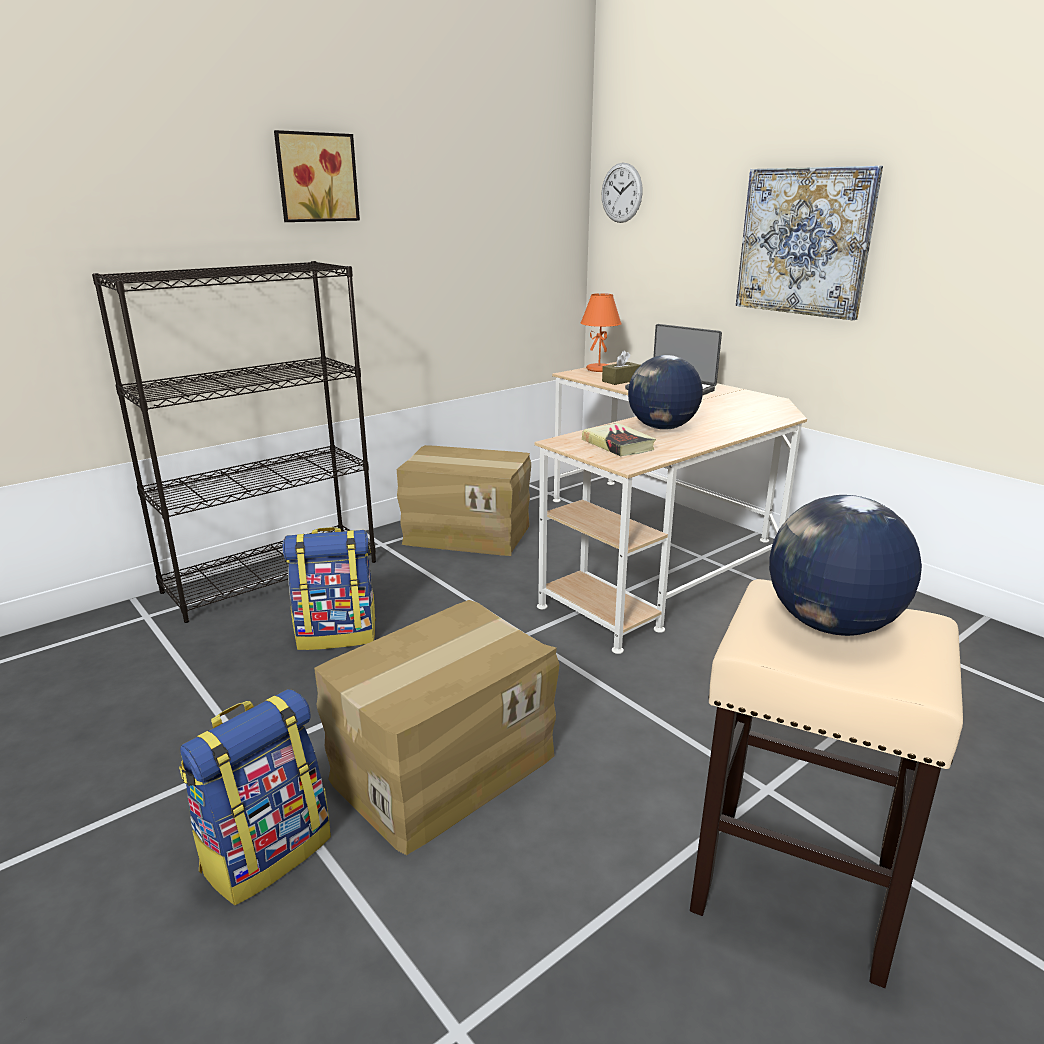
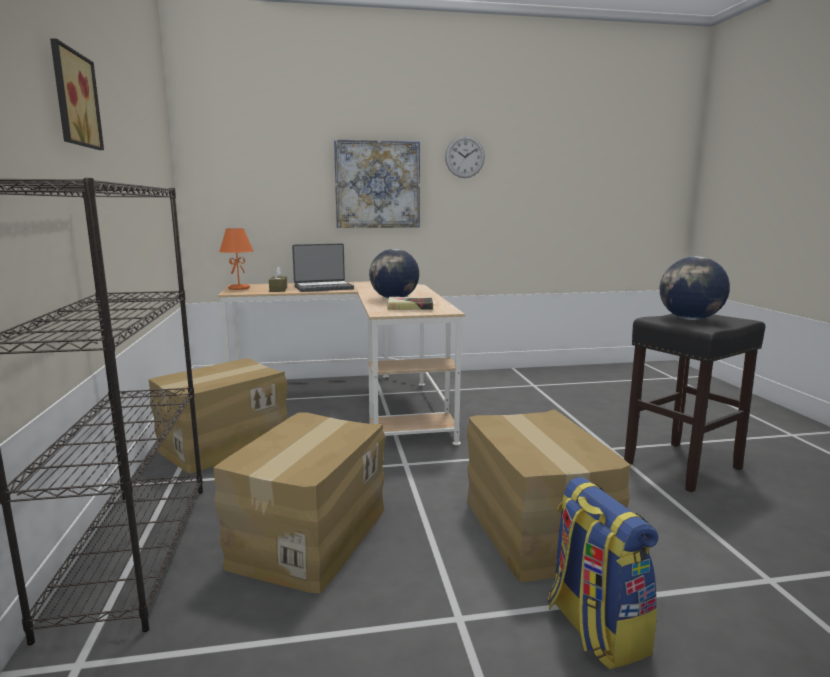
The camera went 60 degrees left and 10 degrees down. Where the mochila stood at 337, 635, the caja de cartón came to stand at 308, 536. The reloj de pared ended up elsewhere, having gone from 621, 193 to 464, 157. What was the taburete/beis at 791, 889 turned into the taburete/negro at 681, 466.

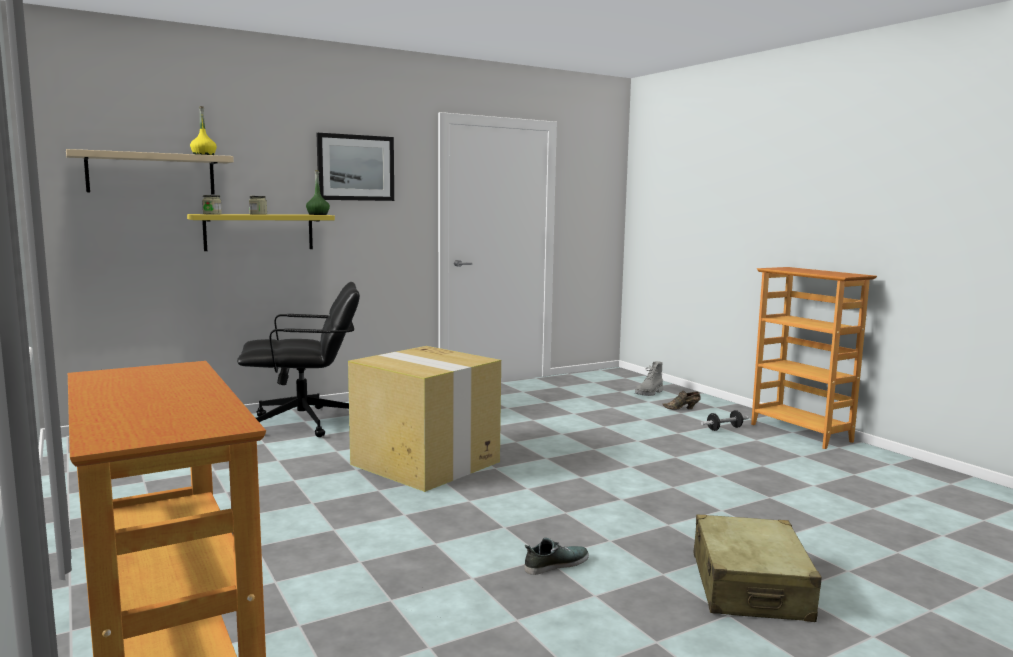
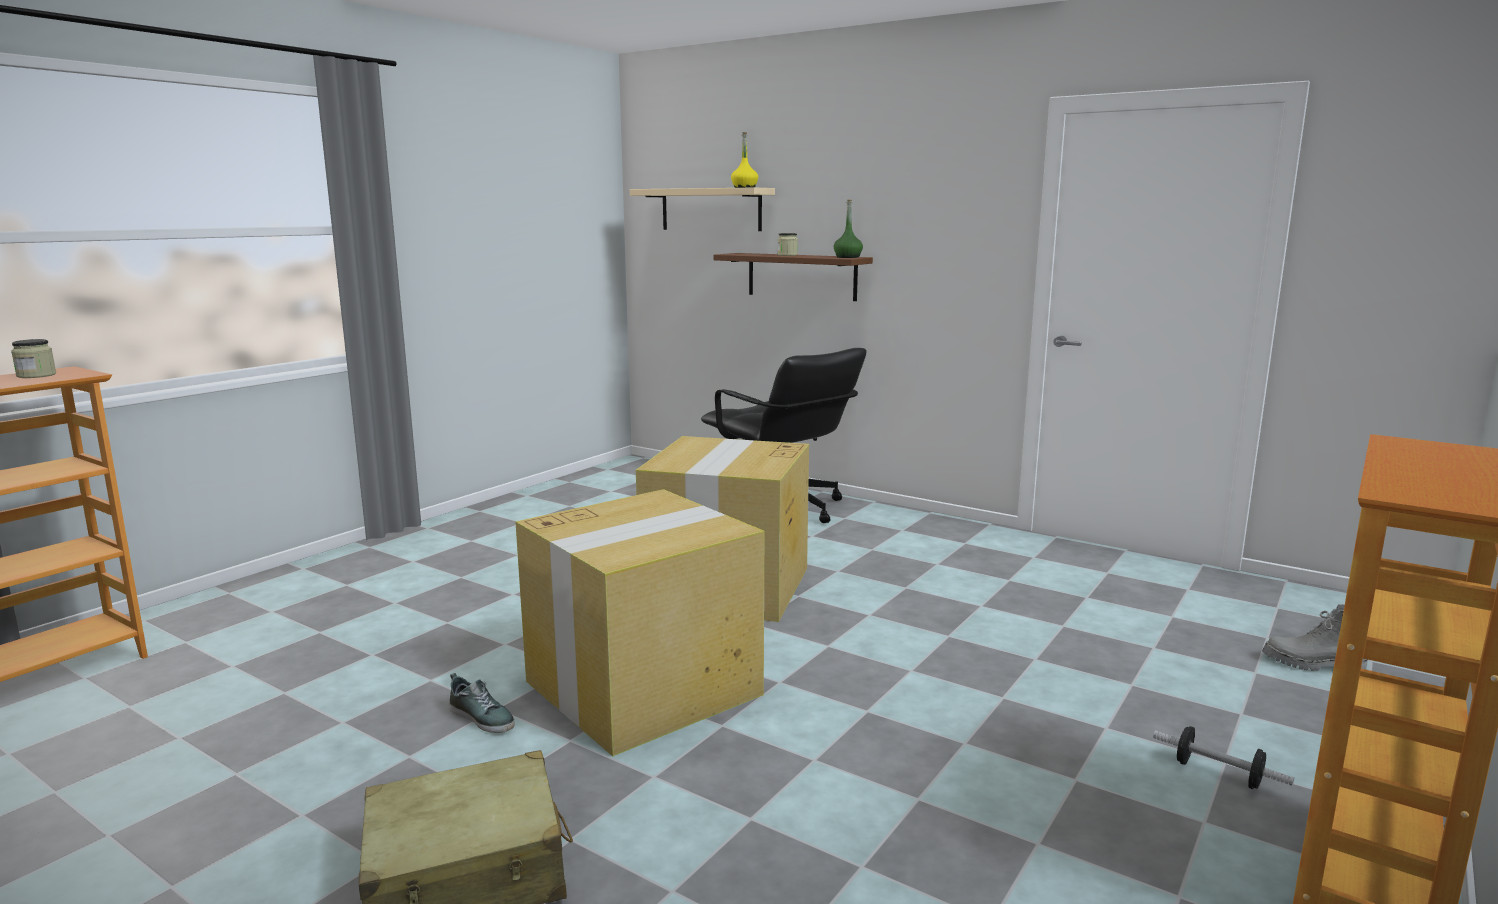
The camera went 65 degrees right and 5 degrees up. The tarro ended up elsewhere, having gone from 212, 214 to 36, 375. The second view gained the caja de cartón at 645, 687. What was the estante/amarillo at 259, 232 turned into the estante/marrón at 801, 276. The second view lost the cuadro at 355, 168. The second view lost the zapato/marrón at 682, 408.

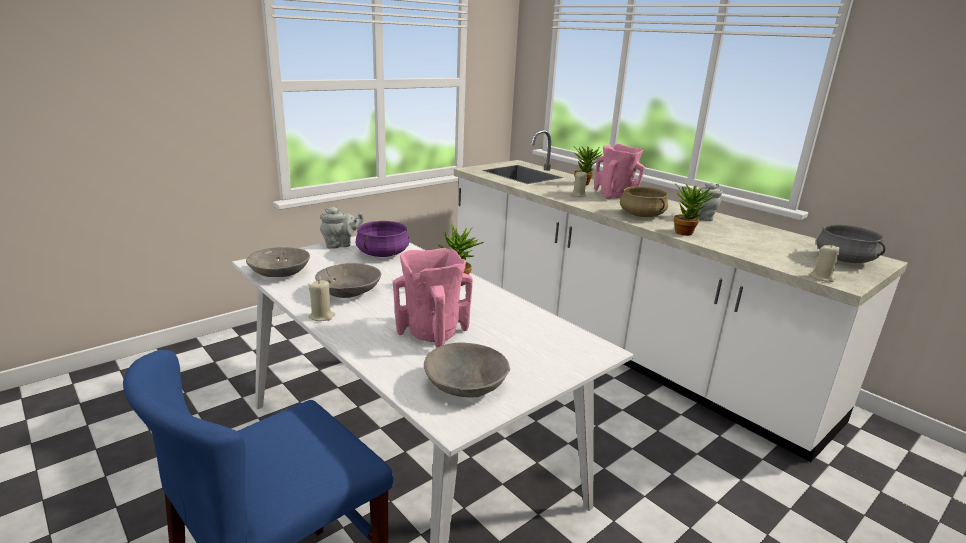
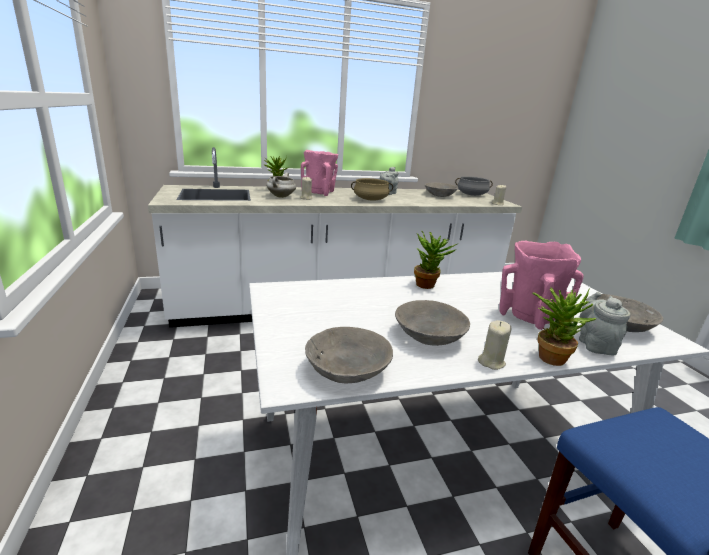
The camera went 65 degrees left and 0 degrees up. The second view gained the olla/blanco at 281, 196. The second view gained the cuenco/gris at 439, 195. The planta en maceta ended up elsewhere, having gone from 686, 232 to 549, 355. The tetera/gris ended up elsewhere, having gone from 341, 245 to 594, 344. The second view lost the olla/morado at 382, 253.

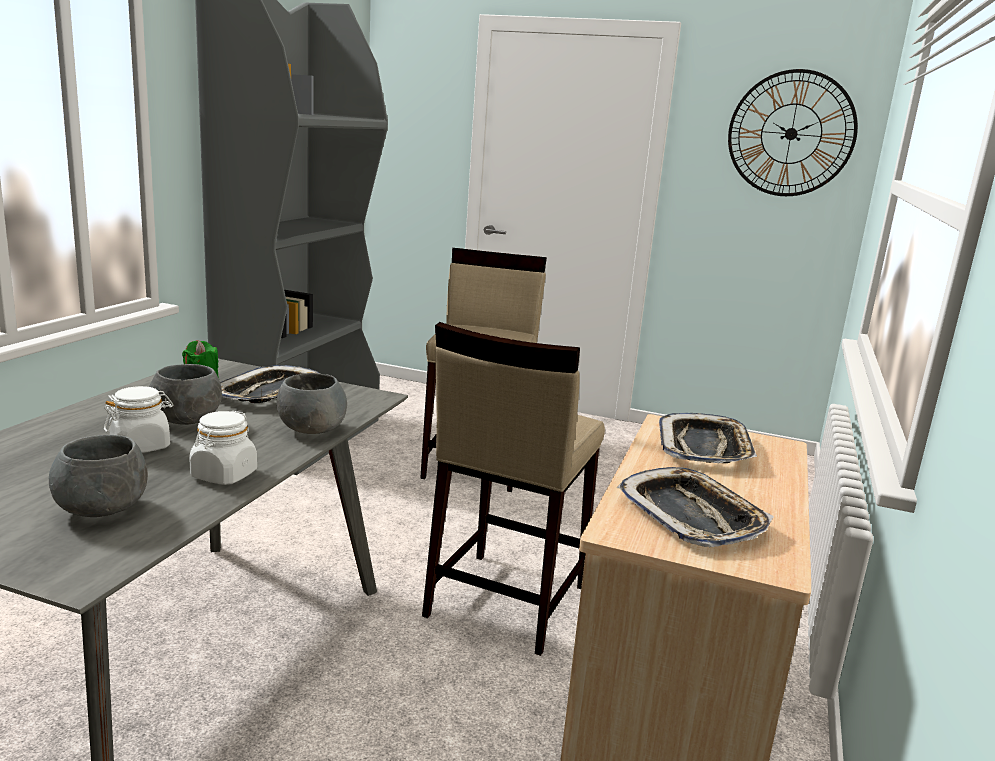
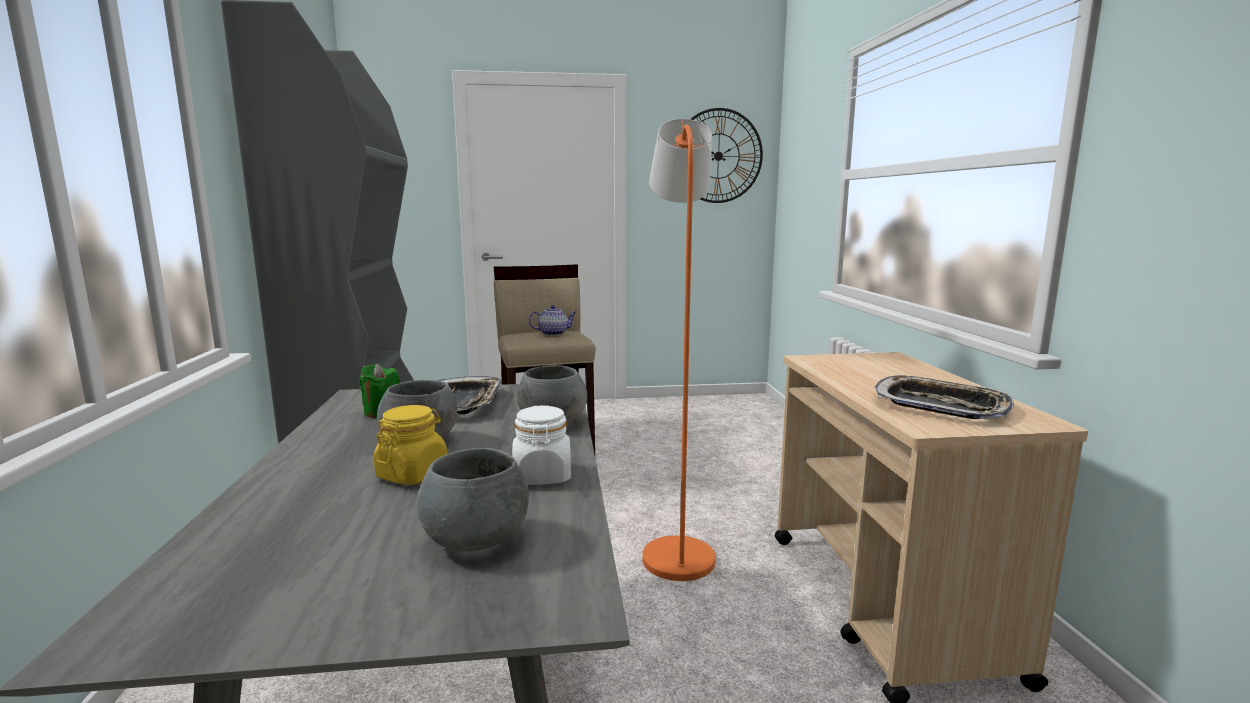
The camera went 25 degrees left and 5 degrees down. What was the tarro/blanco at 141, 446 turned into the tarro/amarillo at 413, 474. The second view gained the tetera at 554, 333. Where the taburete/beis stood at 504, 601, the lámpara de pie/naranja came to stand at 676, 552. The second view lost the bandeja at 704, 447.

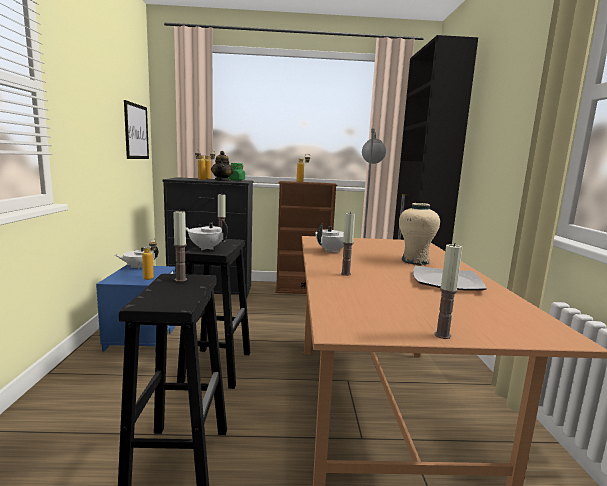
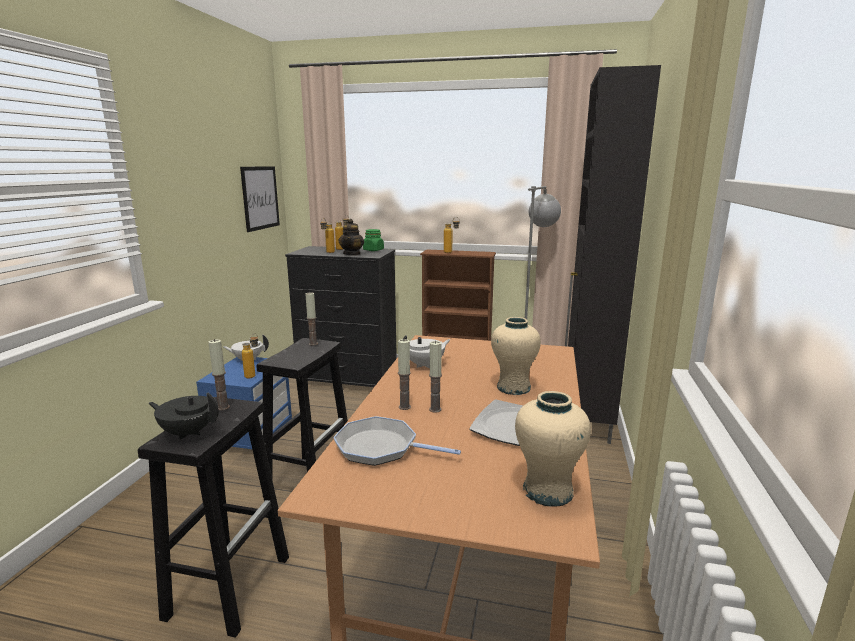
The camera went 15 degrees right and 5 degrees up. The second view gained the tetera/negro at 188, 432. The second view gained the sartén at 381, 448. The vela ended up elsewhere, having gone from 442, 335 to 435, 409. The second view gained the florero/beis at 548, 491. The second view lost the tetera/blanco at 206, 248.

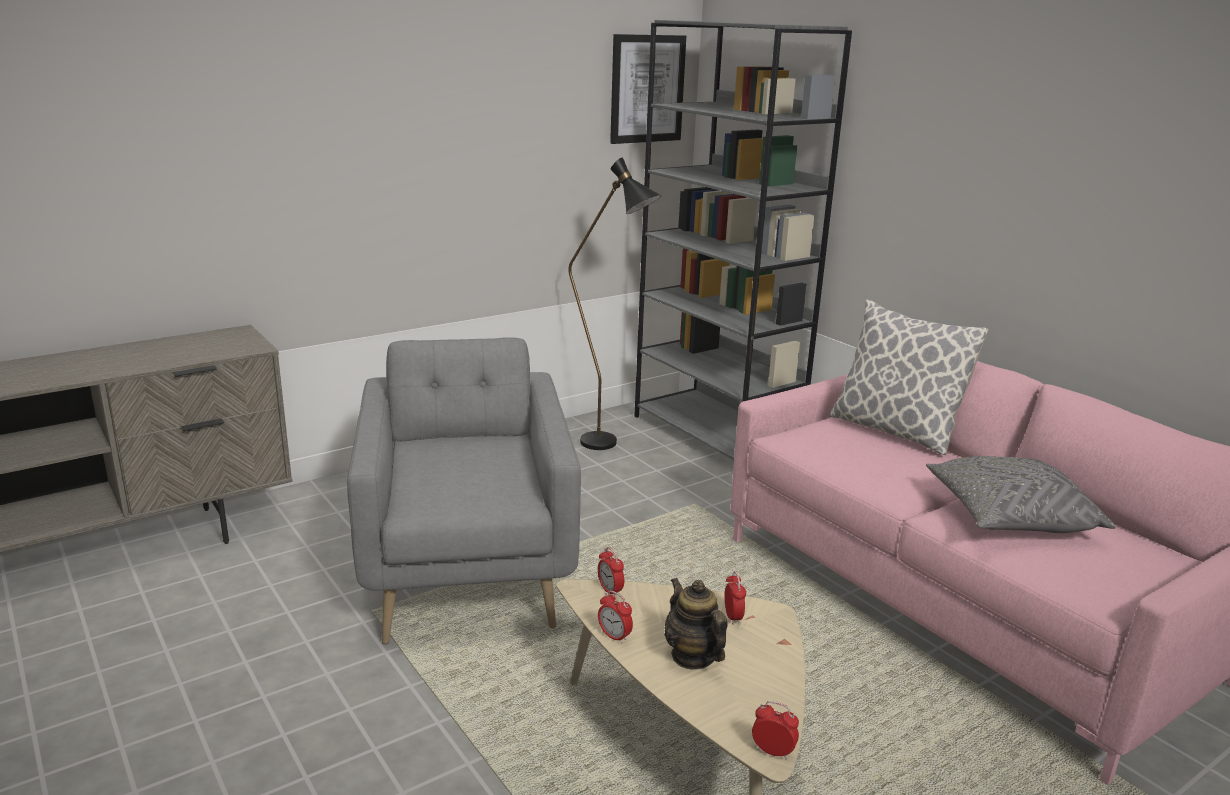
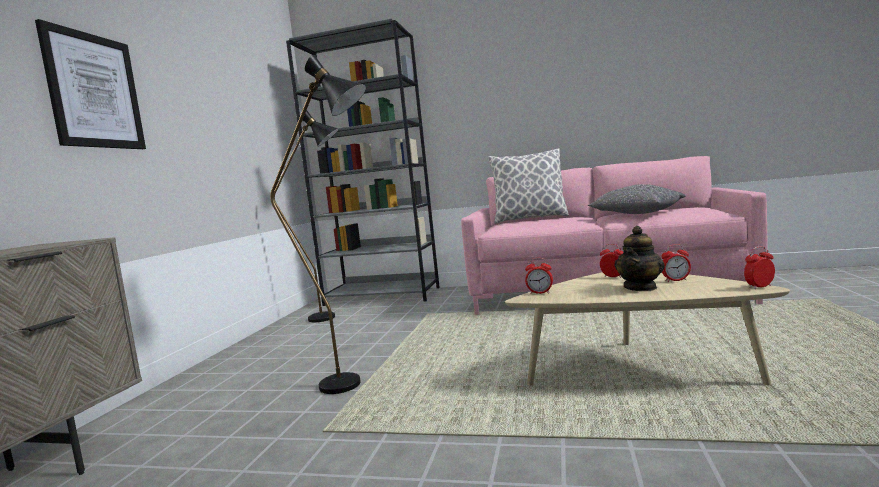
The camera went 40 degrees left and 15 degrees down. The cuadro ended up elsewhere, having gone from 647, 89 to 94, 91. Where the sillón/gris stood at 468, 571, the lámpara de pie/negro came to stand at 355, 384. The tetera at 693, 656 ended up facing another way, 75 degrees counterclockwise from before. The despertador ended up elsewhere, having gone from 614, 636 to 676, 280.

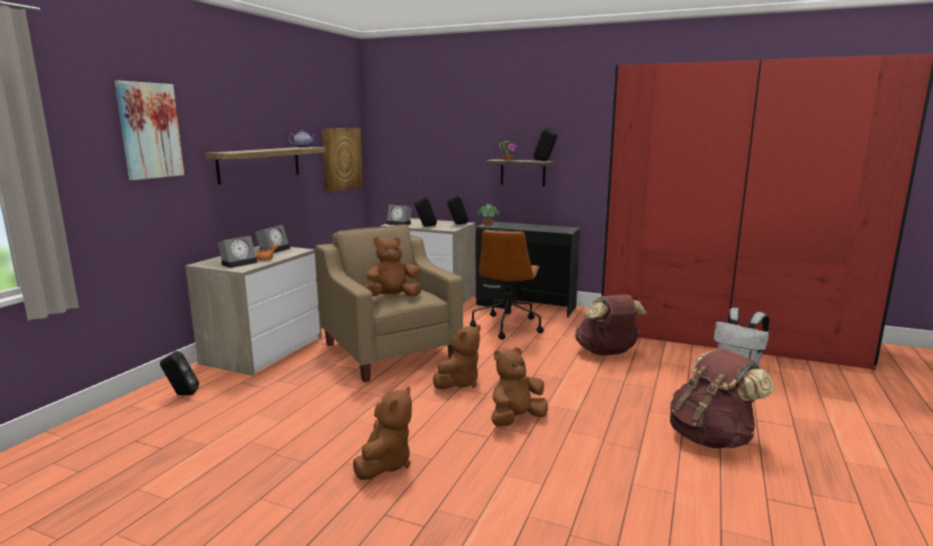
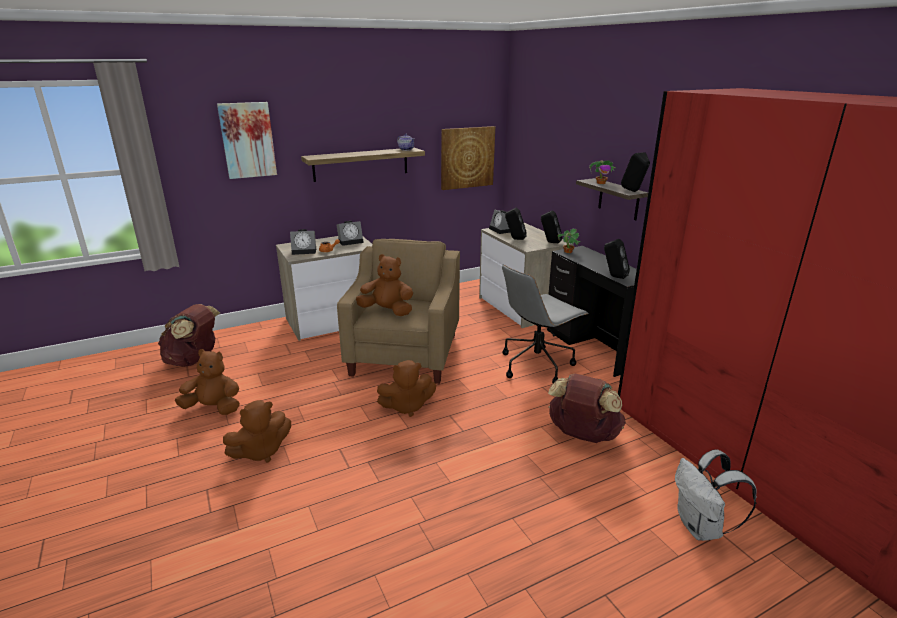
The camera went 40 degrees right and 10 degrees up. The mochila/marrón ended up elsewhere, having gone from 711, 438 to 194, 360. The peluche/marrón ended up elsewhere, having gone from 516, 419 to 213, 408. What was the silla de oficina/marrón at 507, 326 turned into the silla de oficina/gris at 537, 365. The altavoz/negro ended up elsewhere, having gone from 181, 394 to 614, 276.

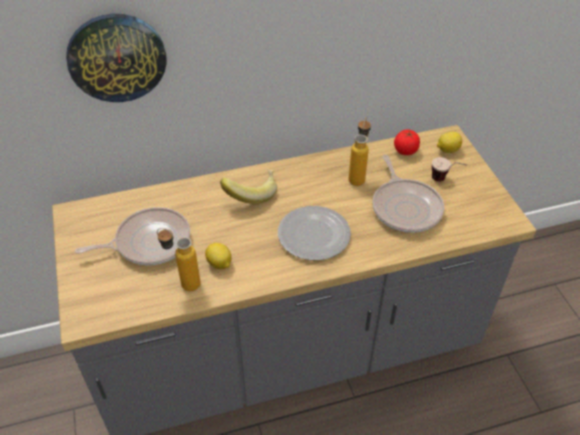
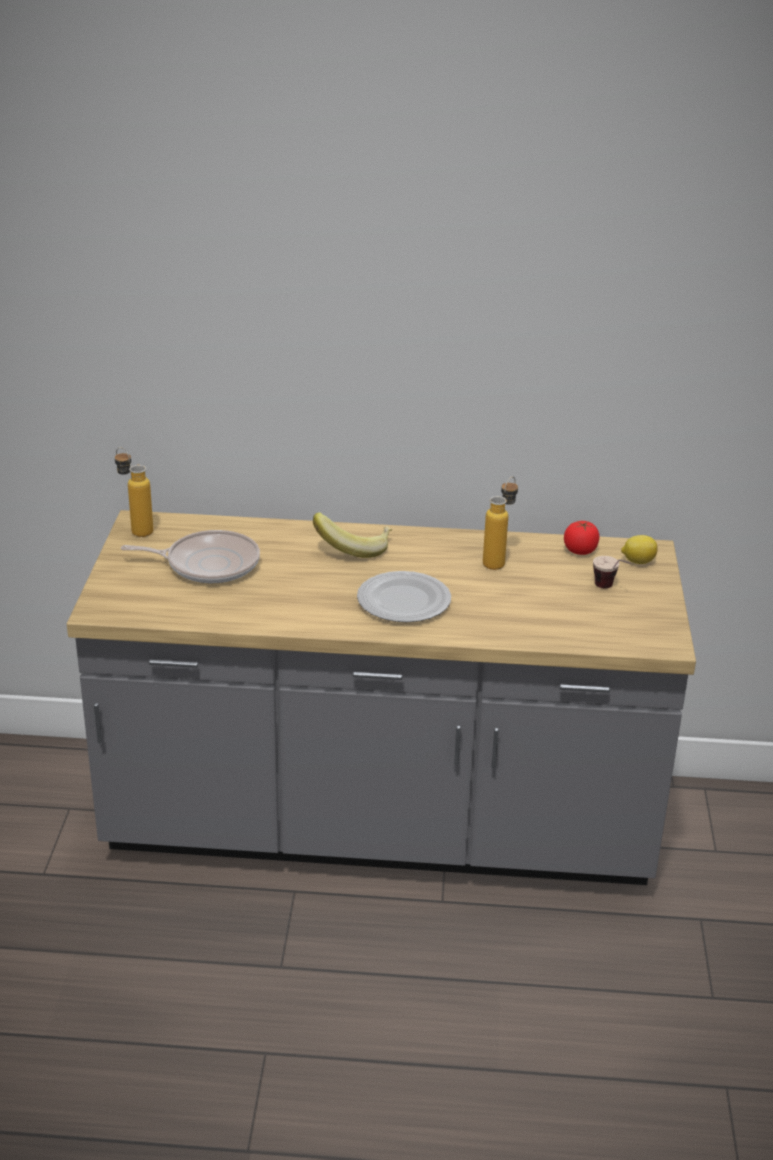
The camera went 20 degrees right and 15 degrees down. The botella ended up elsewhere, having gone from 183, 282 to 136, 529. The second view lost the reloj de pared at 117, 58. The second view lost the limón at 219, 264. The second view lost the sartén at 405, 207.

